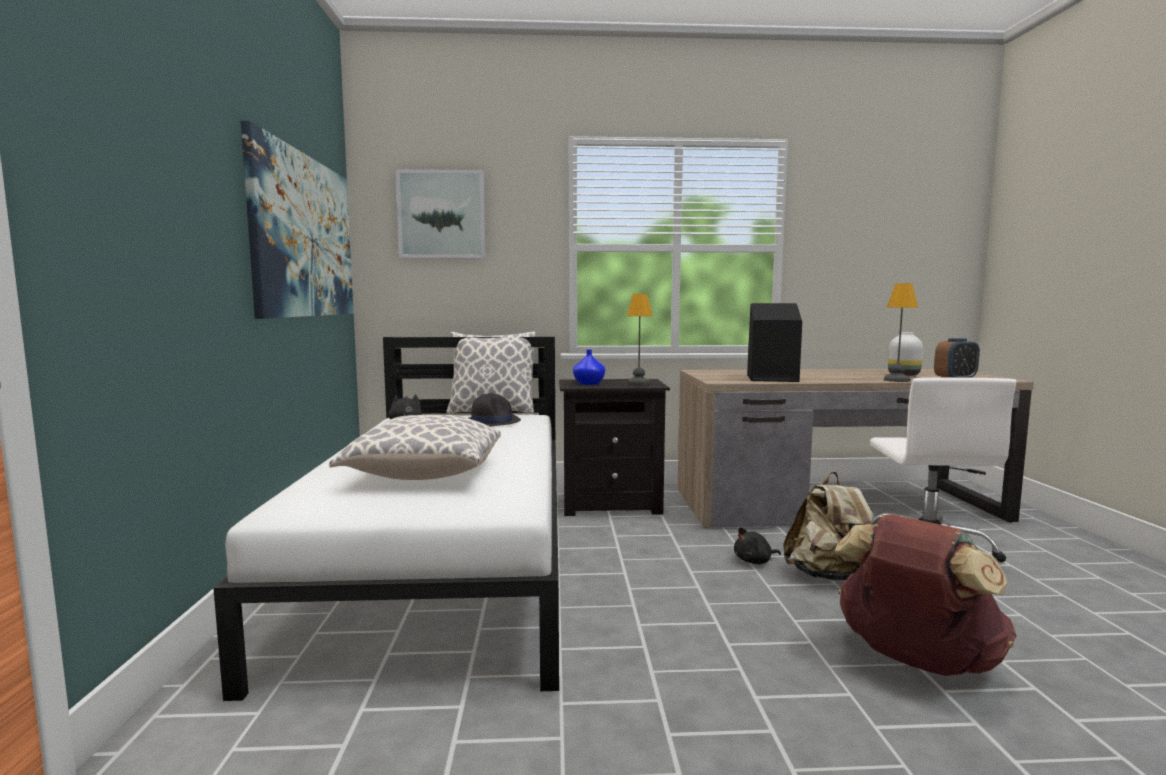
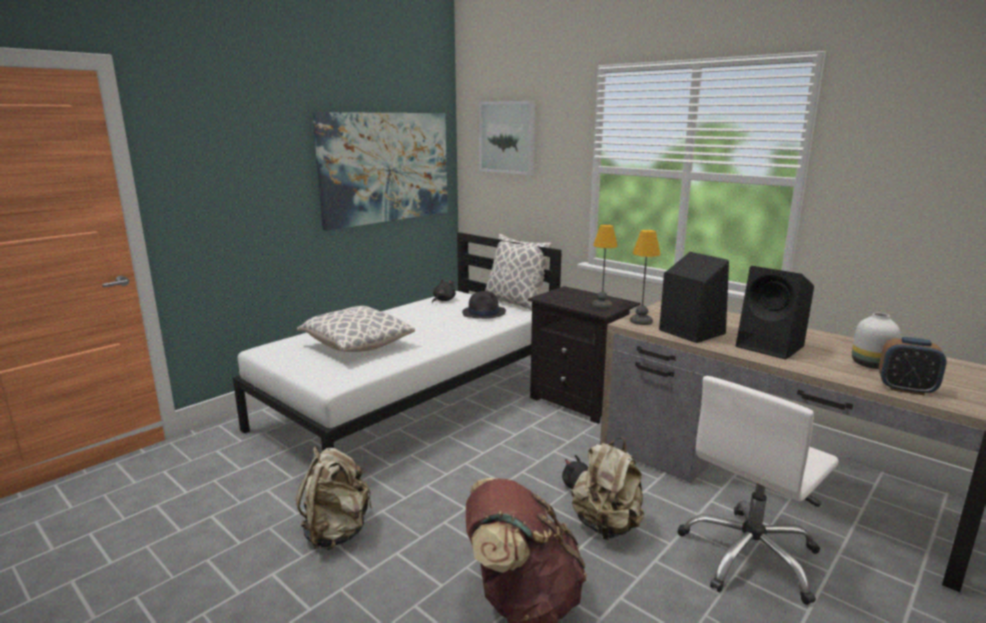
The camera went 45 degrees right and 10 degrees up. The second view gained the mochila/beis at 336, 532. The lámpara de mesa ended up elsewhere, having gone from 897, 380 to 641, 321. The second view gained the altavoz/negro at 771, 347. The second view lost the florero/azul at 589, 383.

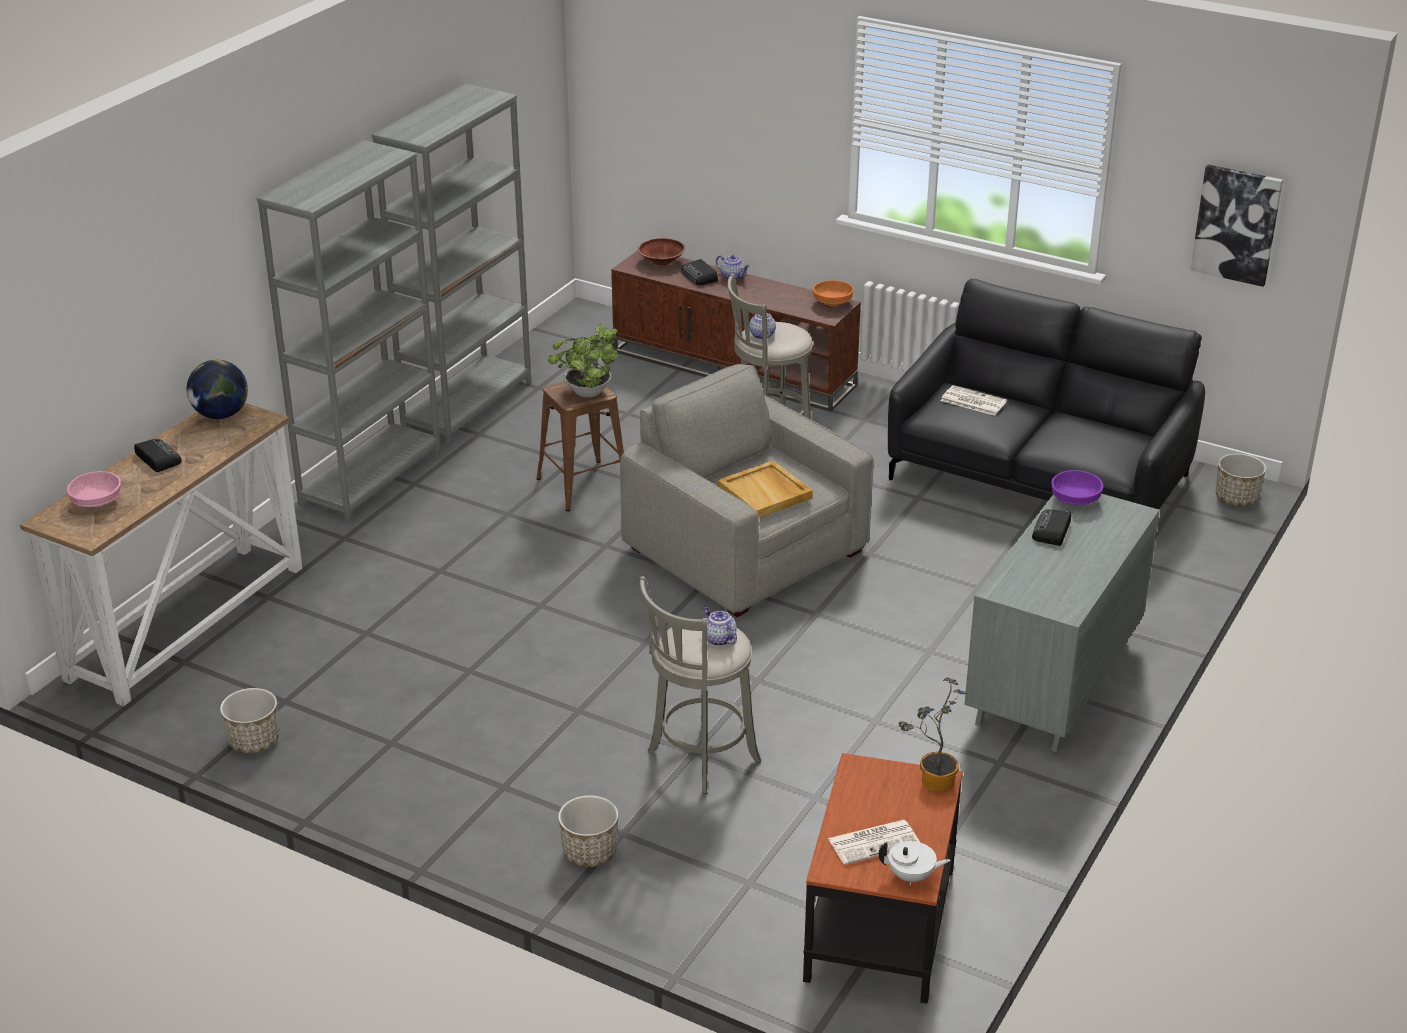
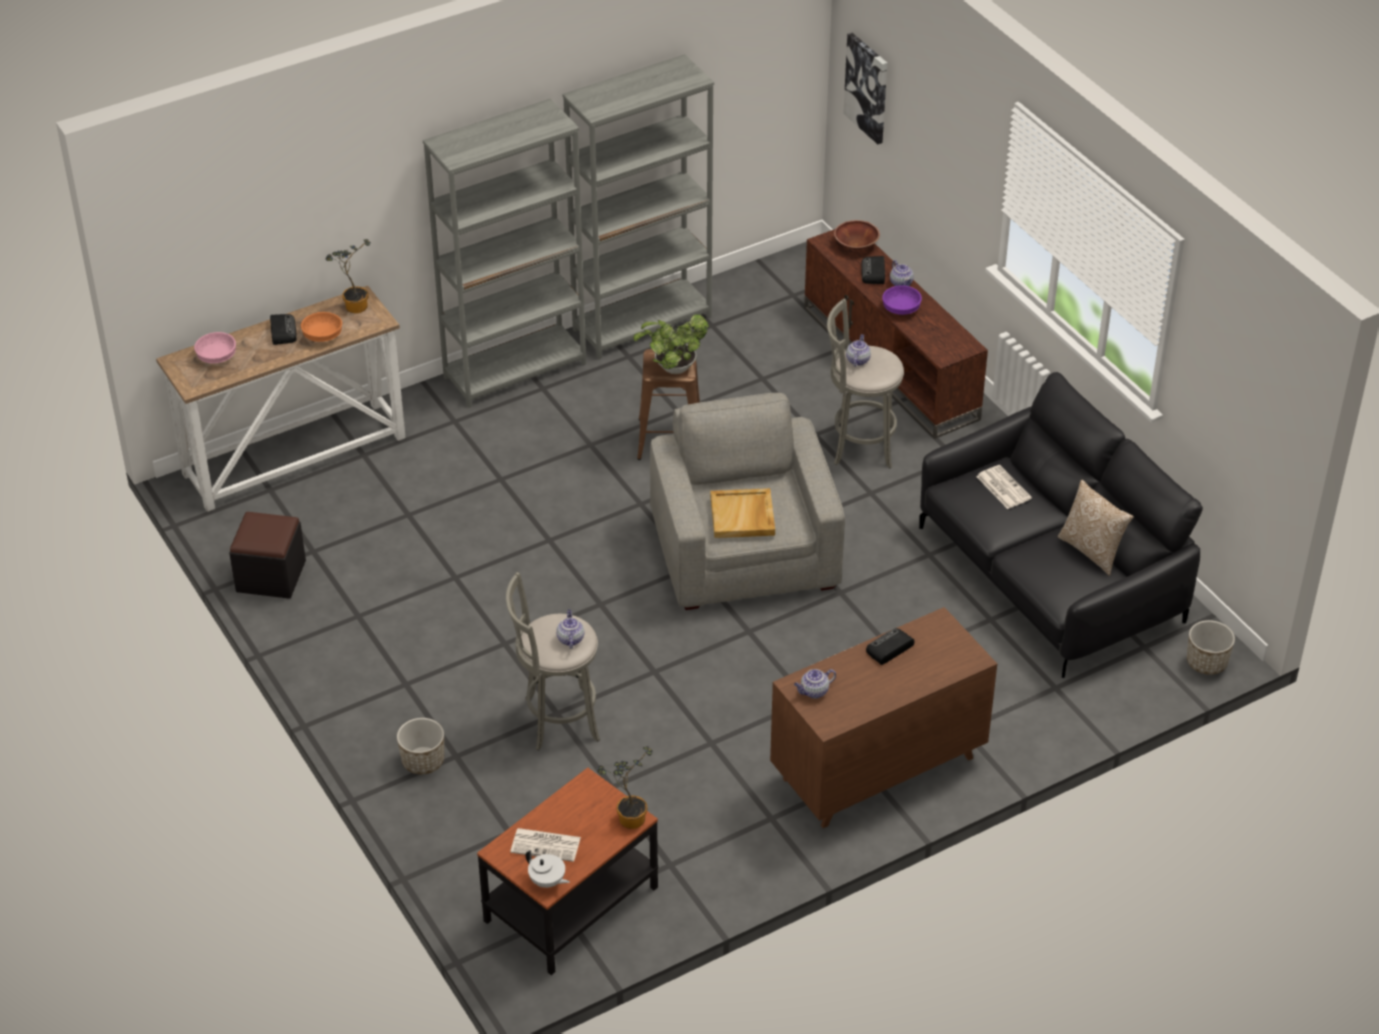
The camera went 30 degrees right and 10 degrees up. Where the maceta stood at 254, 741, the puf/negro came to stand at 271, 576. The cuenco/naranja ended up elsewhere, having gone from 833, 303 to 323, 336. Where the globo terráqueo stood at 221, 415, the planta en maceta came to stand at 353, 305. What was the cómoda/gris at 1053, 683 turned into the cómoda/marrón at 877, 769. The second view gained the tetera at 814, 692. The cuadro ended up elsewhere, having gone from 1236, 224 to 867, 87. The cuenco/morado ended up elsewhere, having gone from 1075, 499 to 901, 308. The second view gained the cojín at 1091, 551.

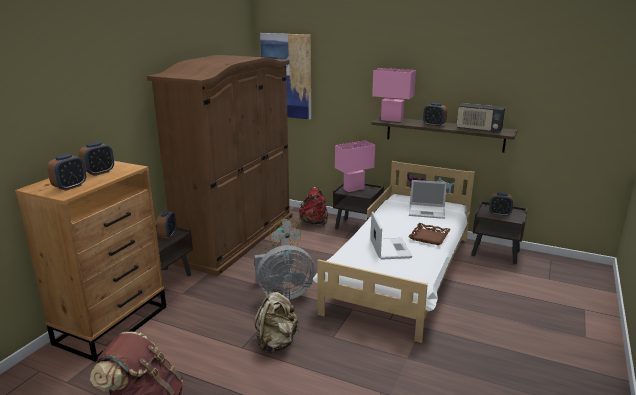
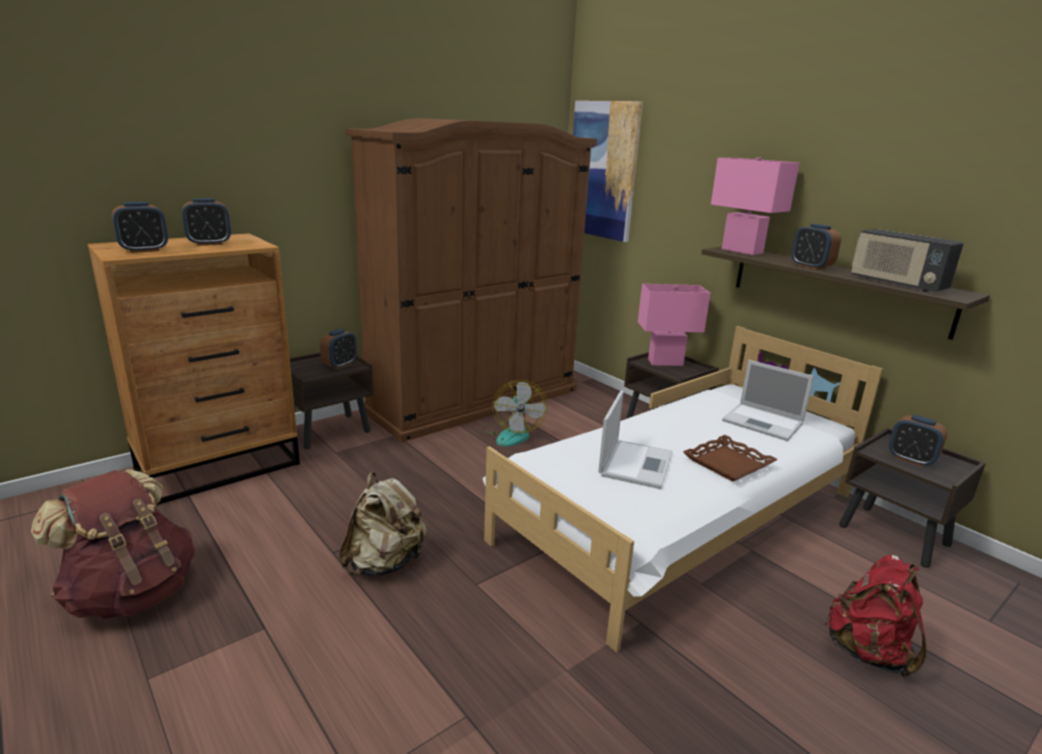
The camera went 25 degrees right and 0 degrees up. The mochila/rojo ended up elsewhere, having gone from 314, 223 to 868, 652. The second view lost the ventilador/gris at 283, 294.

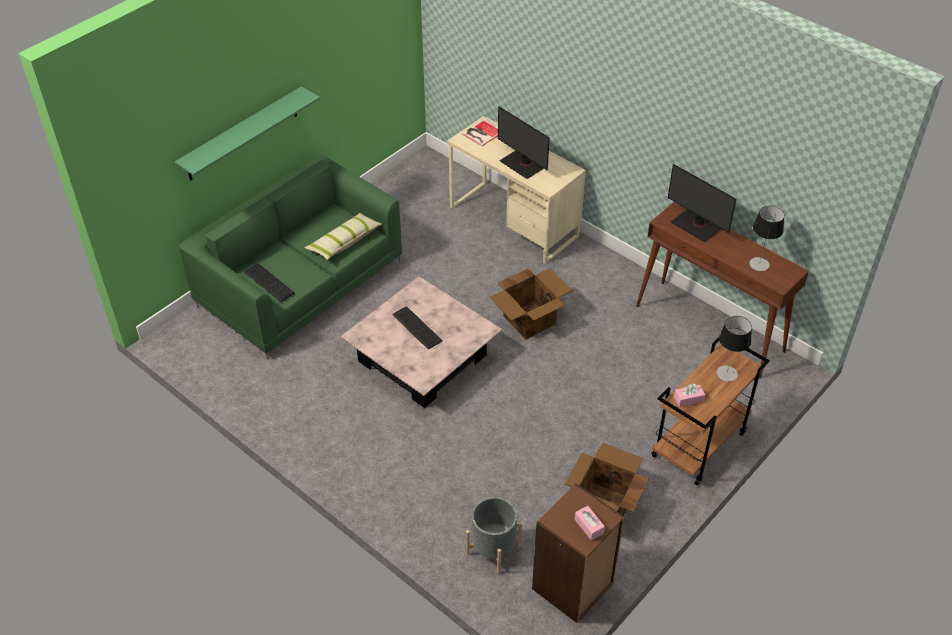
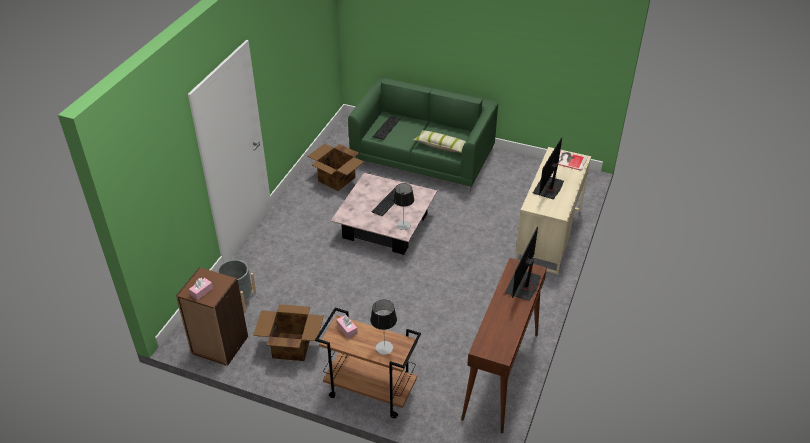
The camera went 70 degrees right and 5 degrees down. The caja de cartón ended up elsewhere, having gone from 530, 319 to 337, 179. The lámpara de mesa ended up elsewhere, having gone from 759, 264 to 403, 225. The second view lost the estante/verde at 242, 134.

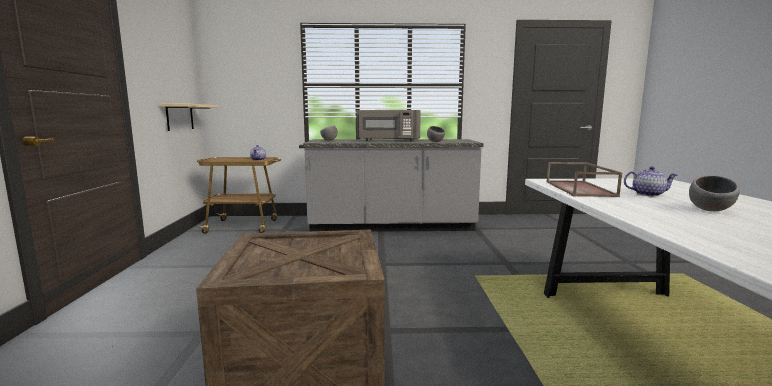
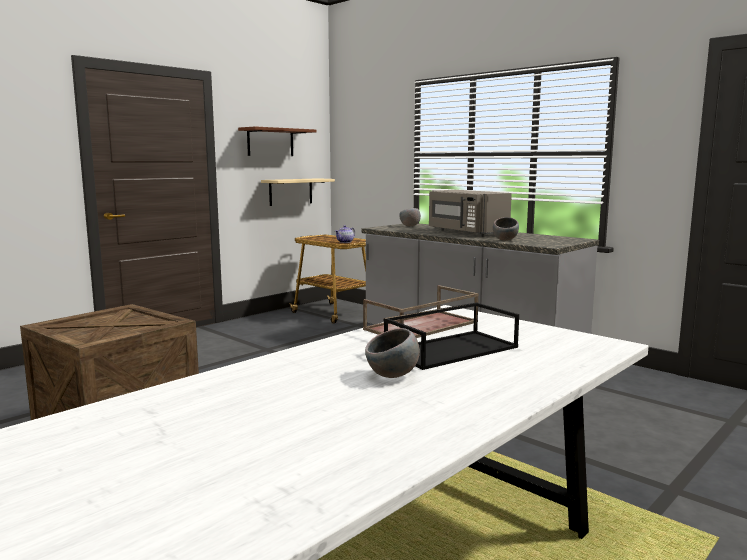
The camera went 45 degrees right and 0 degrees up. The second view gained the estante/marrón at 270, 142. Where the tetera stood at 648, 194, the bandeja/negro came to stand at 451, 349.

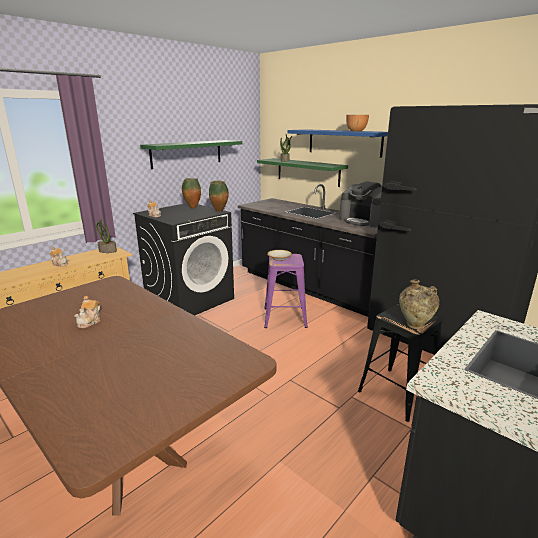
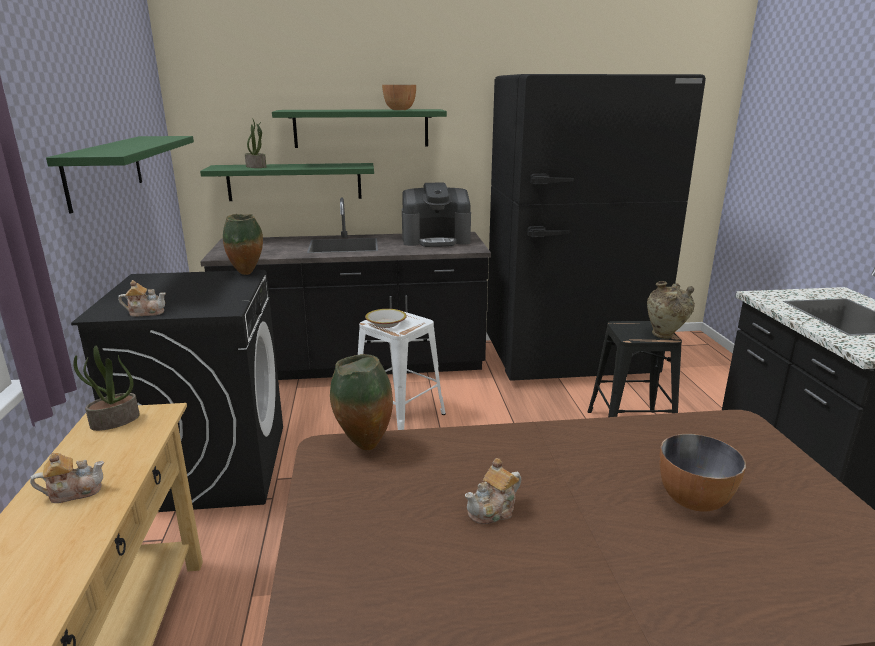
The camera went 50 degrees left and 0 degrees up. What was the estante/azul at 344, 142 turned into the estante/verde at 361, 128. The florero ended up elsewhere, having gone from 192, 207 to 363, 447. What was the taburete/morado at 285, 317 turned into the taburete/blanco at 399, 416. The tetera at 90, 322 ended up facing another way, 90 degrees clockwise from before. The second view gained the cuenco at 693, 500.

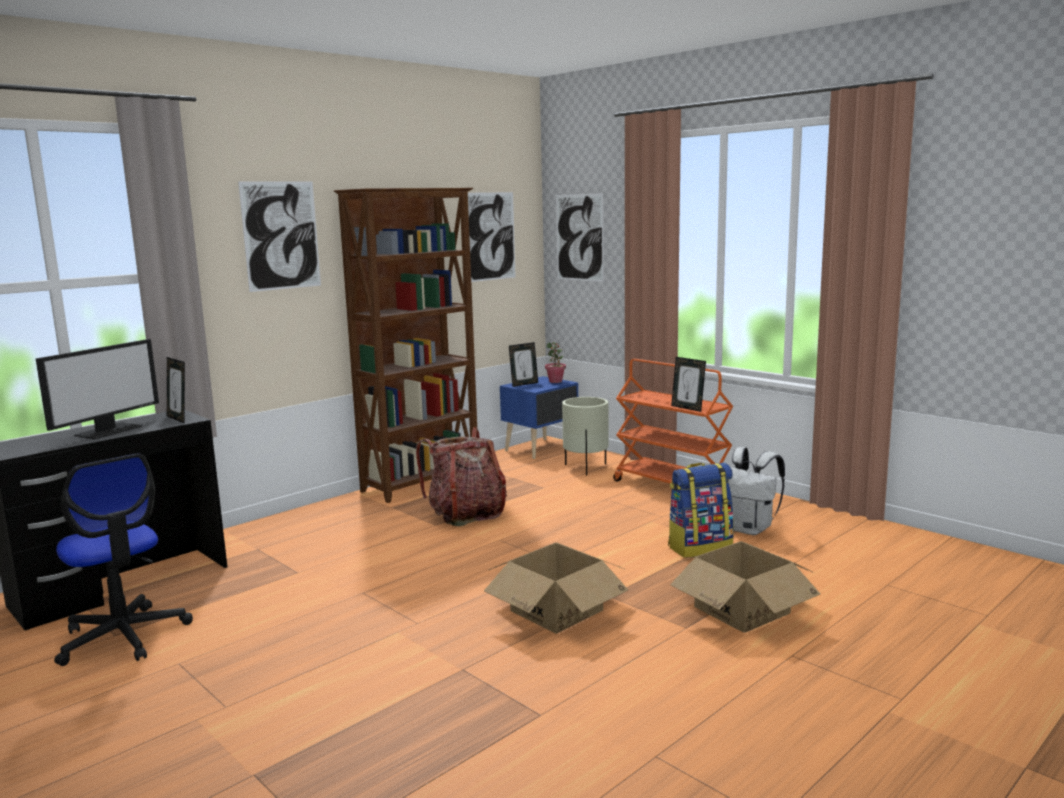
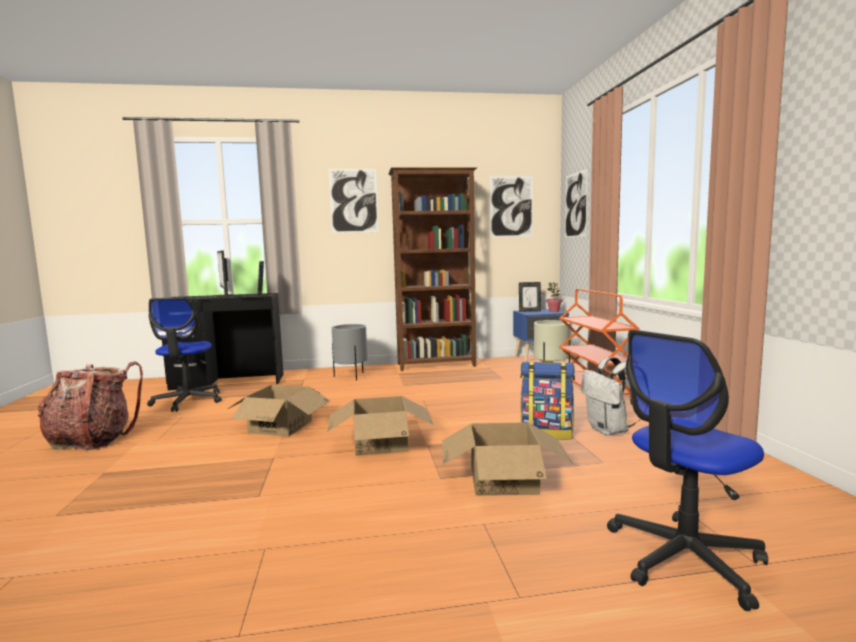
The camera went 35 degrees right and 5 degrees down. The mochila ended up elsewhere, having gone from 466, 514 to 93, 440. The monitor at 108, 431 ended up facing another way, 90 degrees clockwise from before. The second view gained the caja de cartón at 281, 426. The second view gained the maceta/gris at 351, 376. The second view gained the silla de oficina at 684, 558. The second view lost the portarretratos at 687, 408.

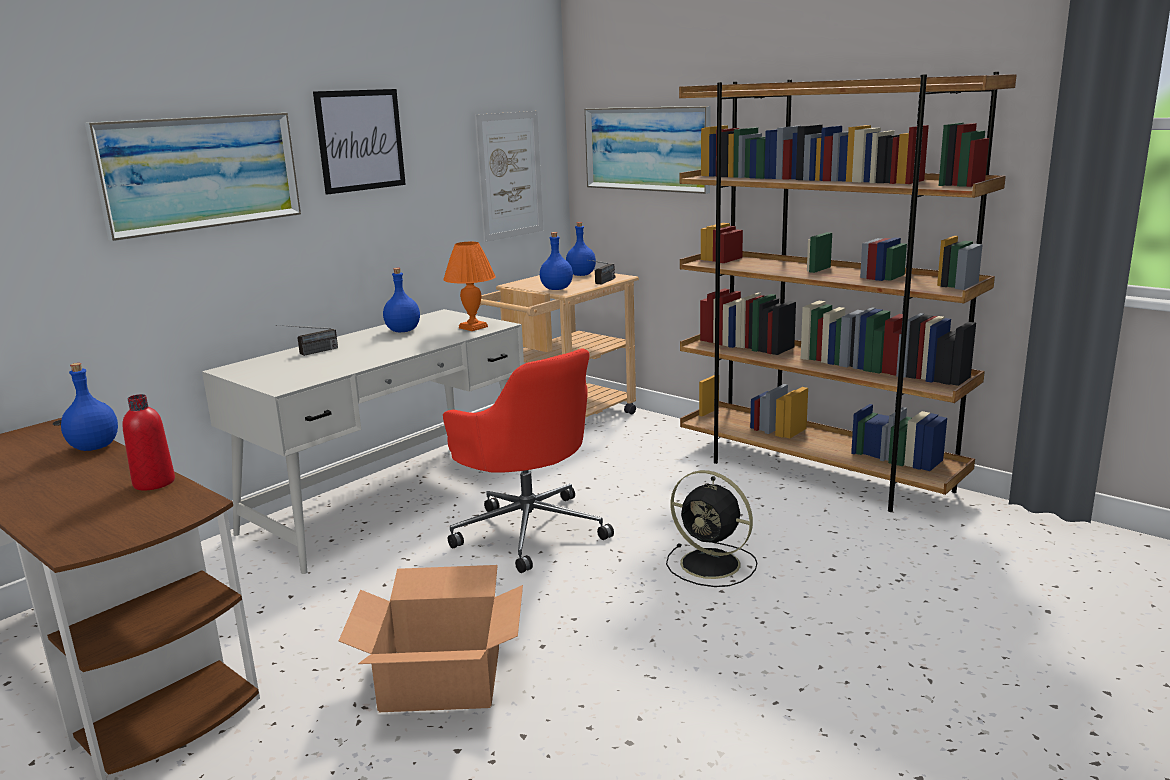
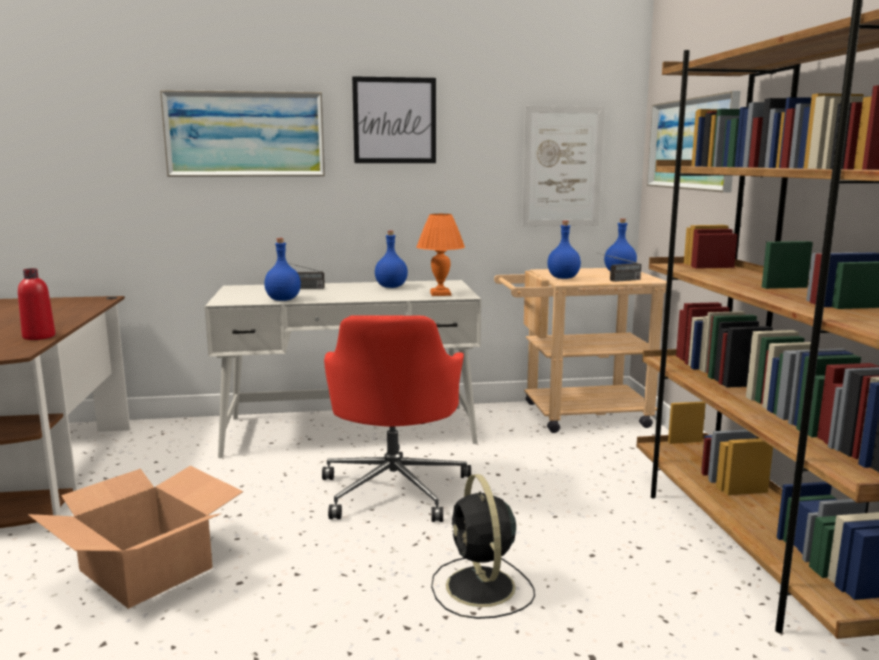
The camera went 40 degrees right and 5 degrees down. The botella/azul ended up elsewhere, having gone from 93, 447 to 282, 299.

